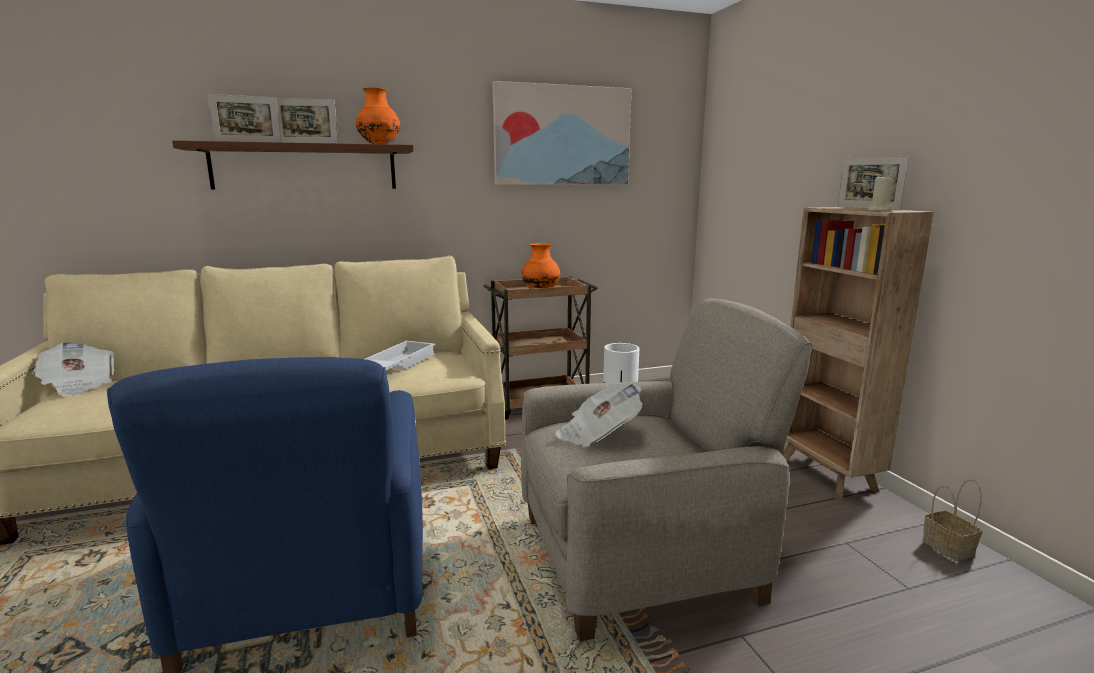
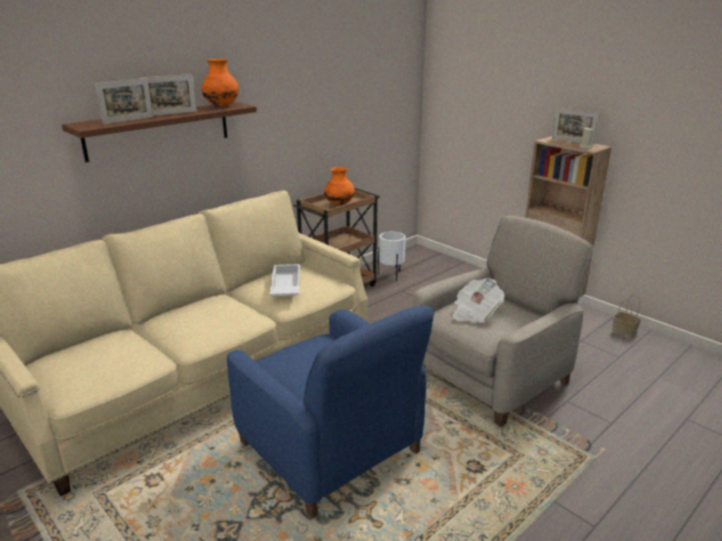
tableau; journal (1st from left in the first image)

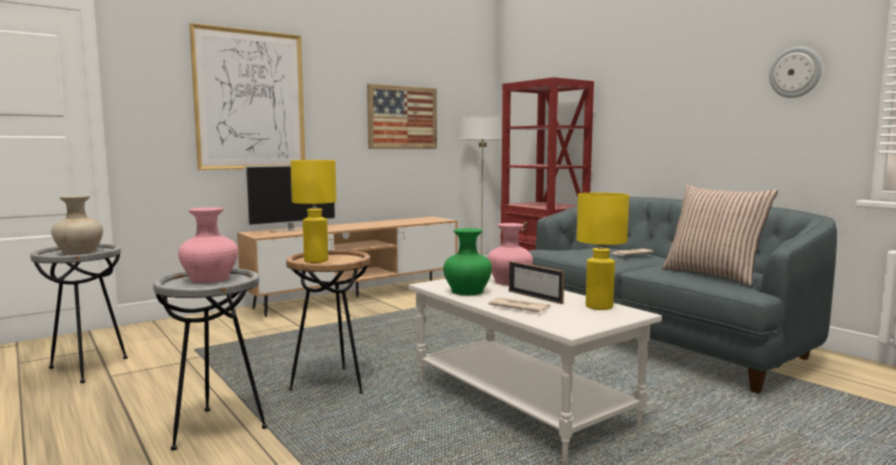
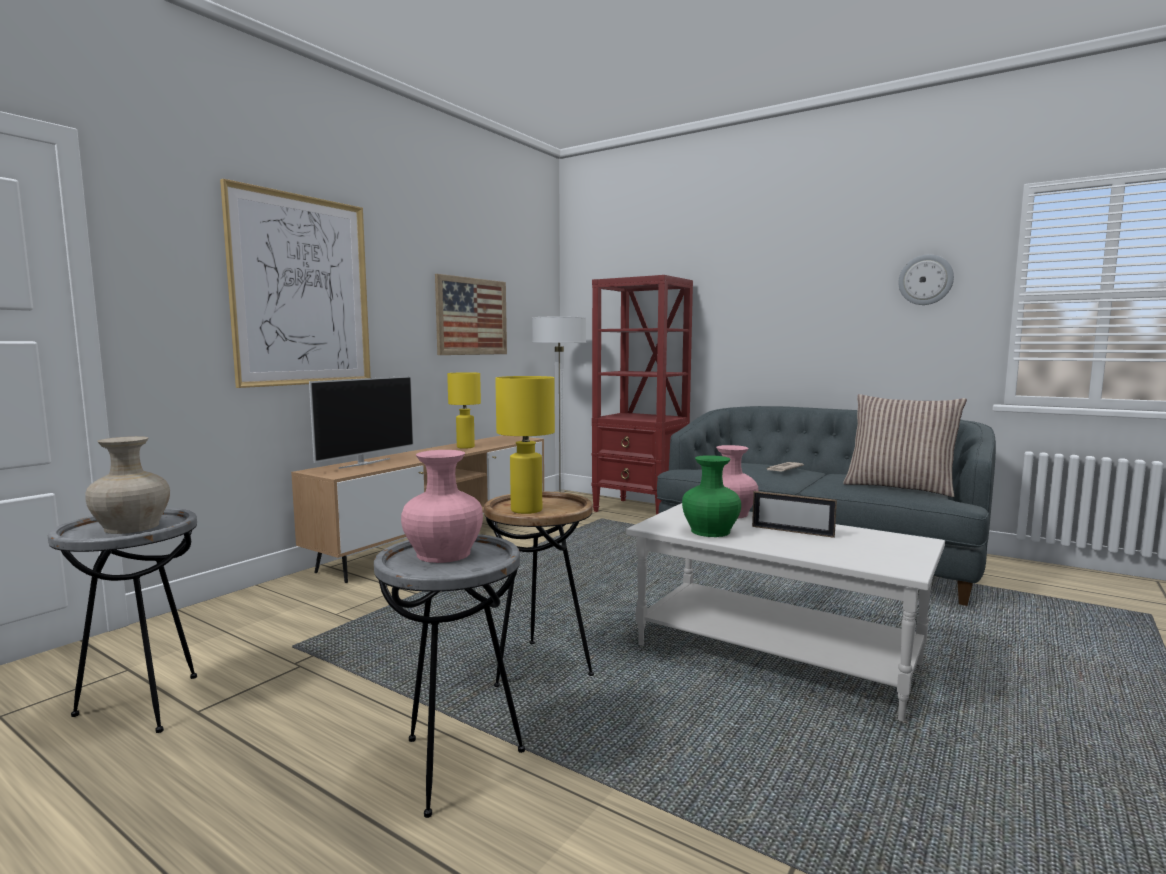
lampe de table (jaune) (1st from left); journal (1st from left in the first image)

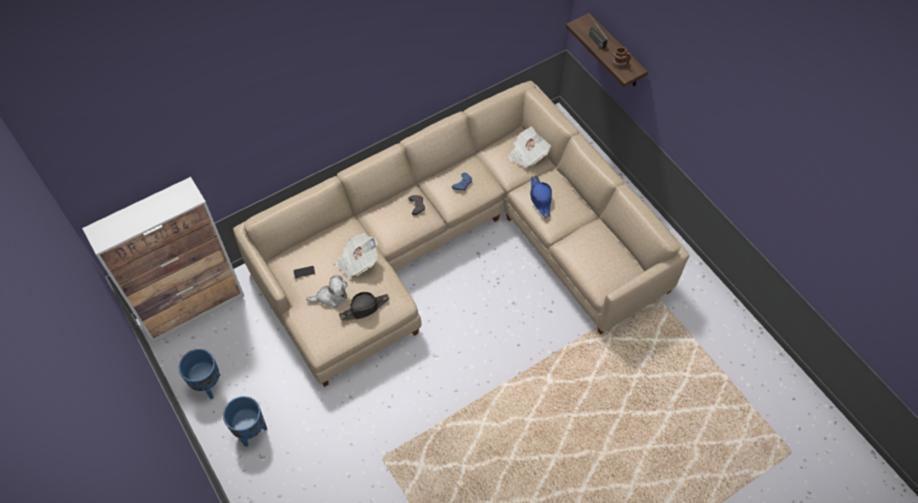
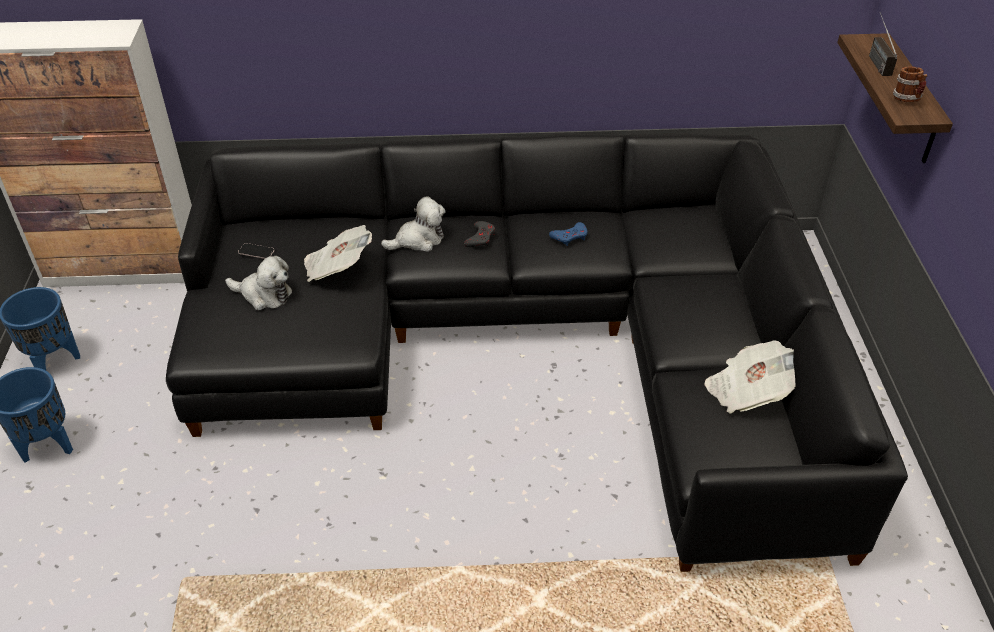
canapé (noir); journal (2nd from left); chapeau (bleu); chapeau (noir); peluche (2nd from left)

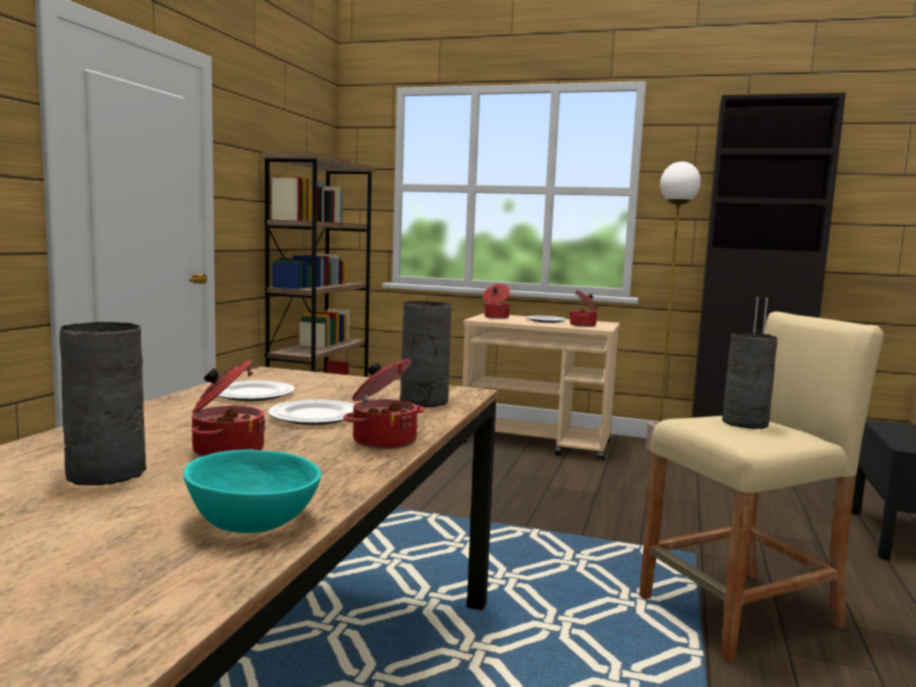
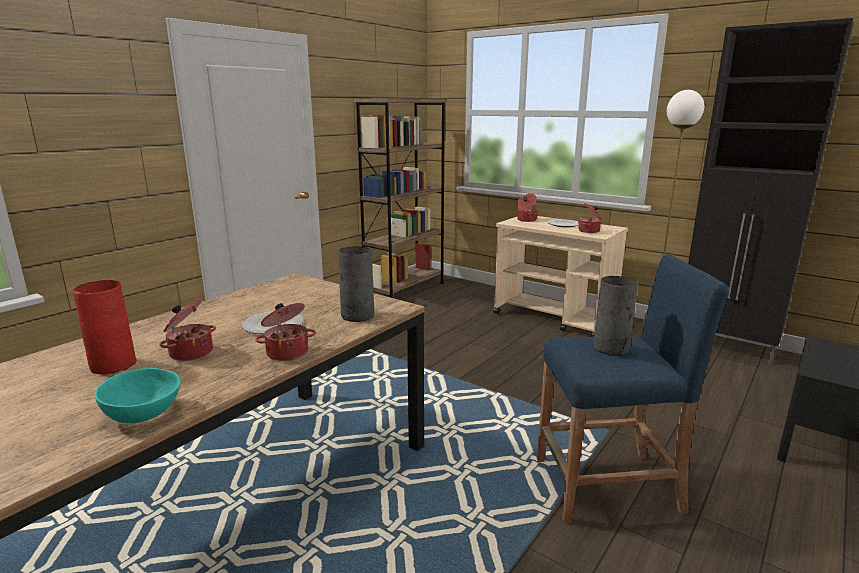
tabouret (bleu); vase (rouge); assiette (1st from left in the first image)

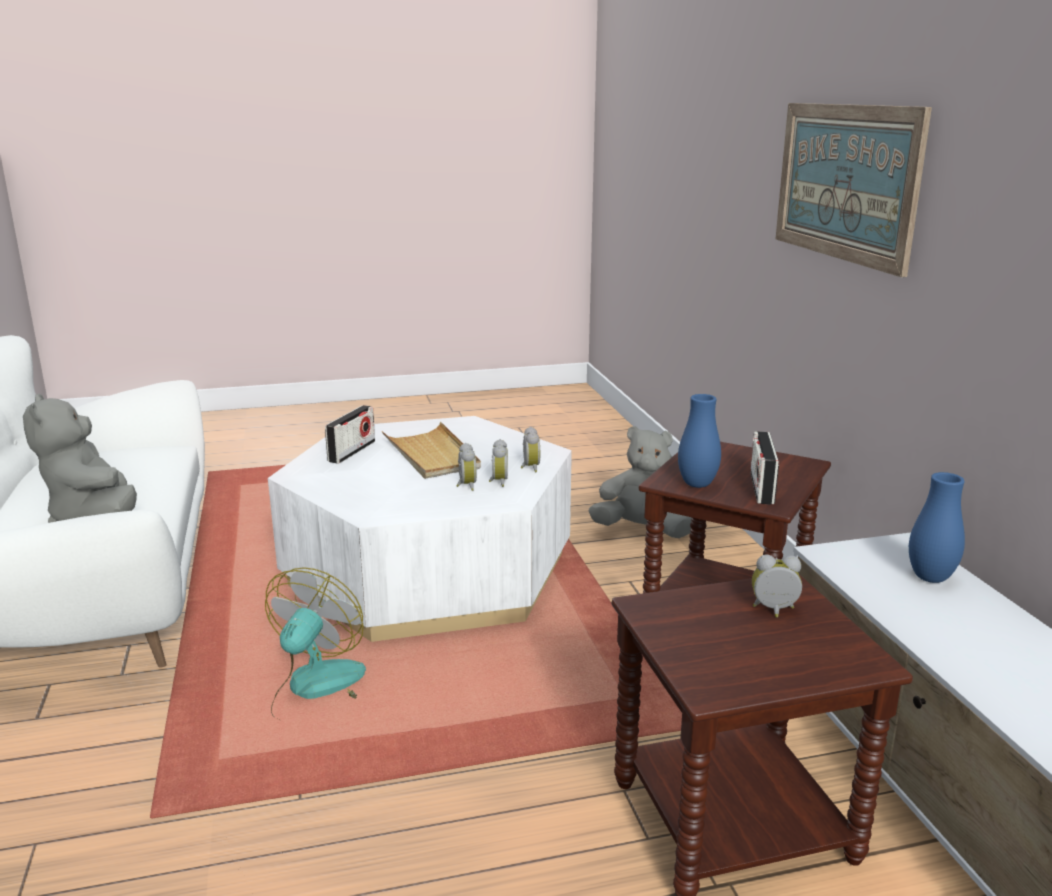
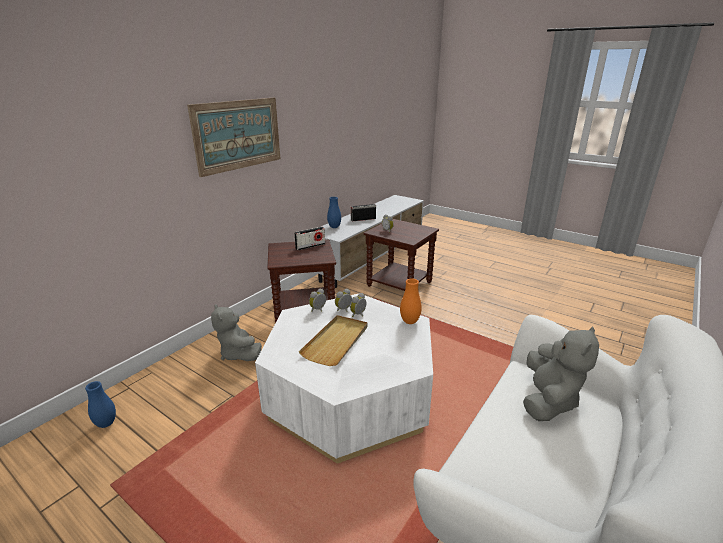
vase (bleu) (1st from left); radio (2nd from left); ventilateur; vase (orange)

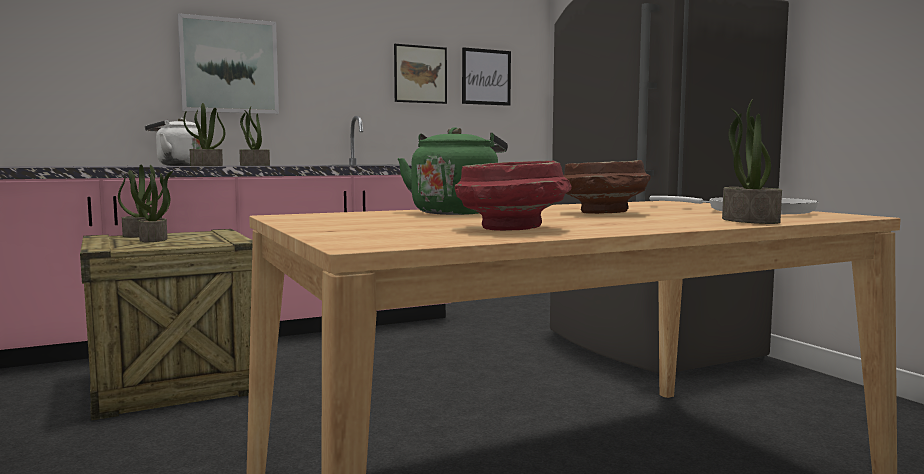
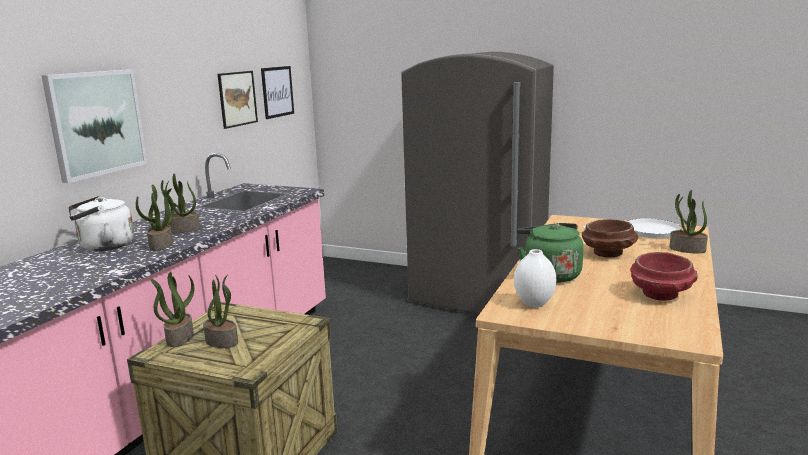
vase (blanc)

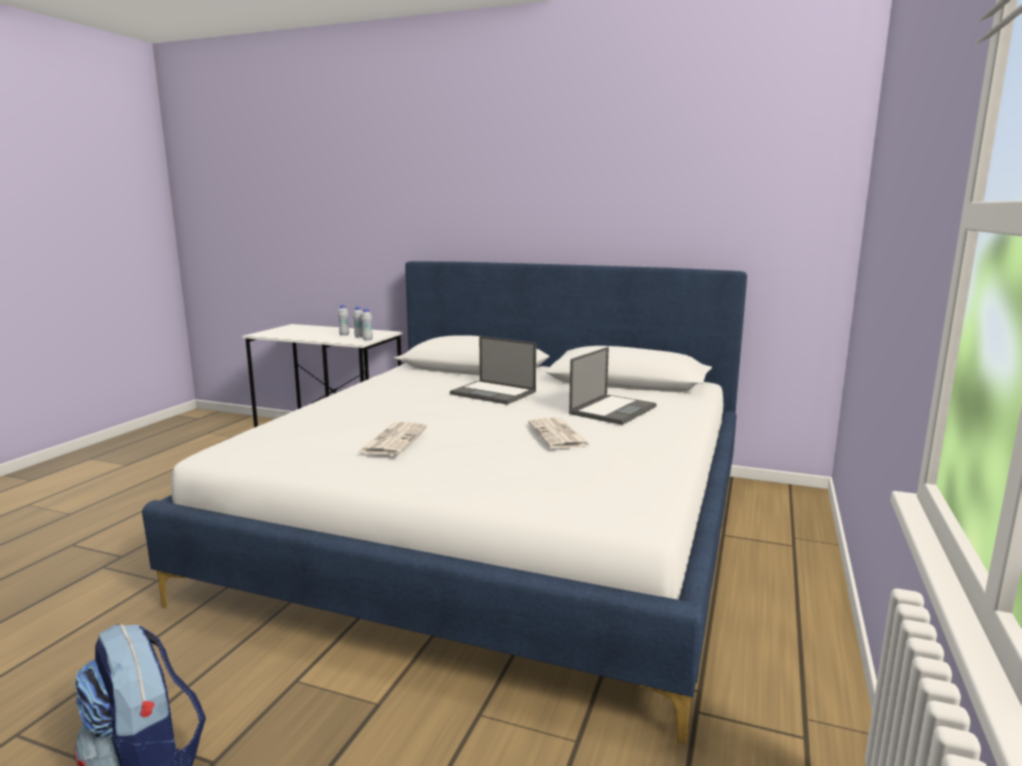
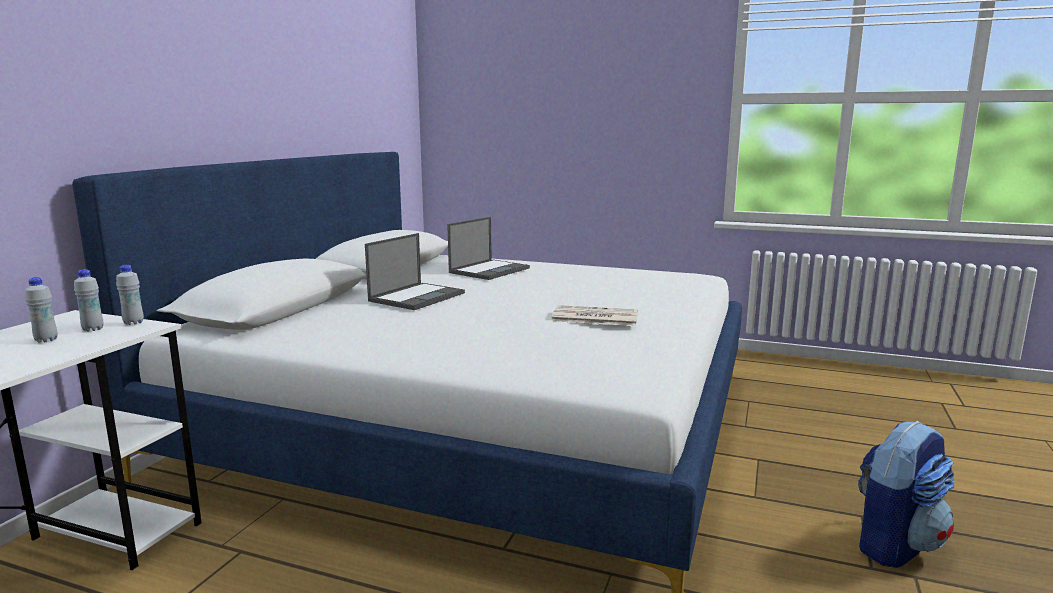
ordinateur portable (2nd from left); journal (2nd from left in the first image)

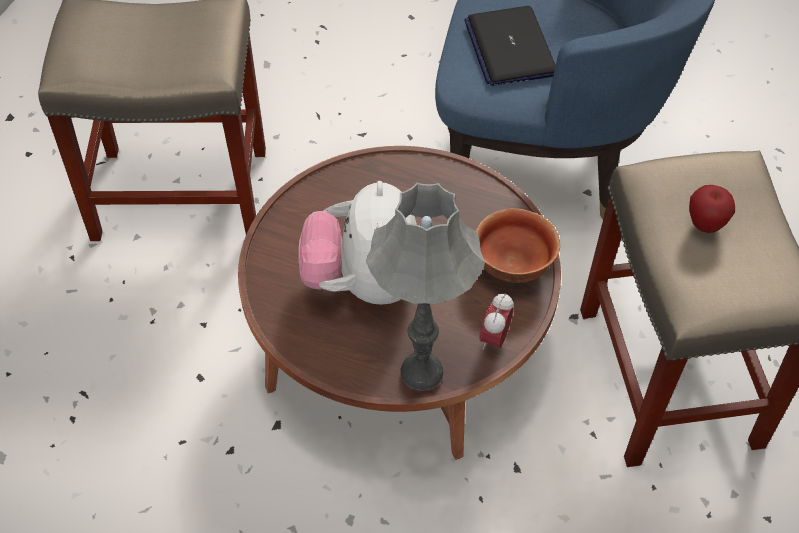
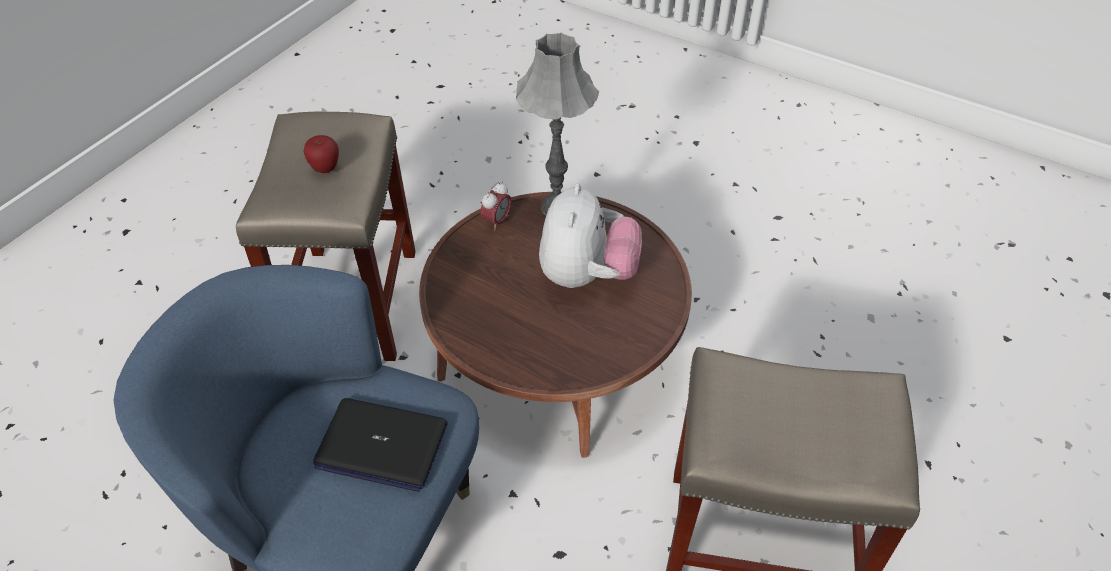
ordinateur portable; bol

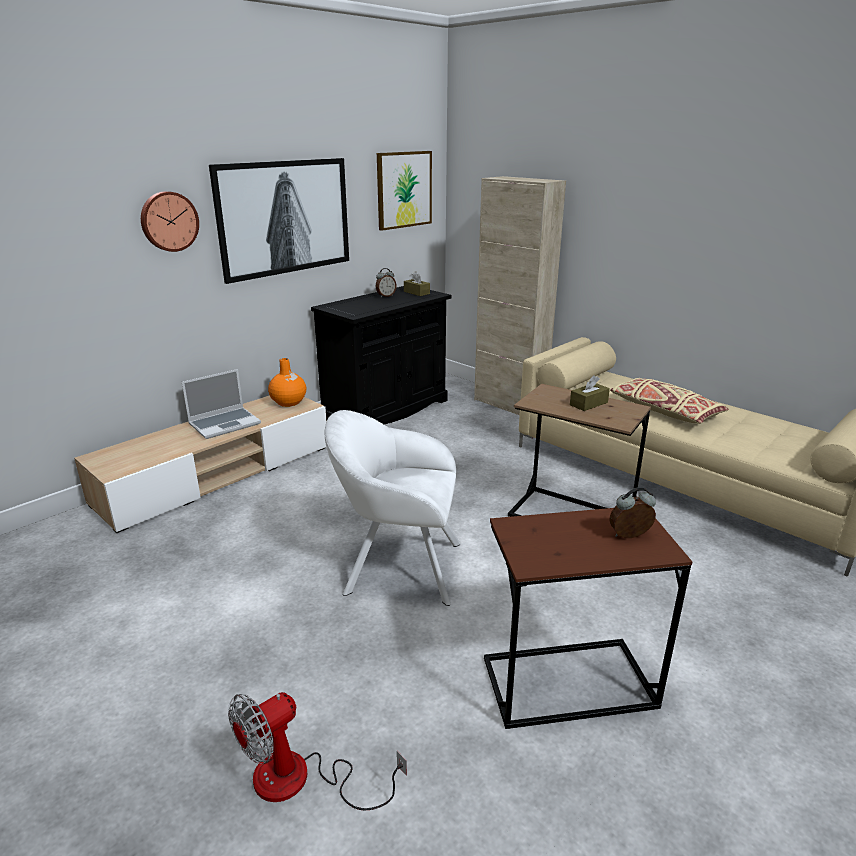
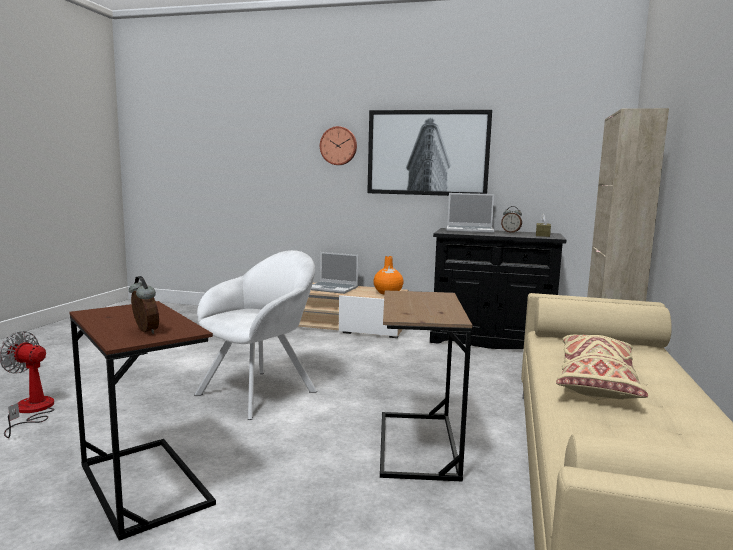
tableau (2nd from left in the first image); boîte à mouchoirs (marron) (2nd from left in the first image); fauteuil (blanc); ordinateur portable (2nd from left)

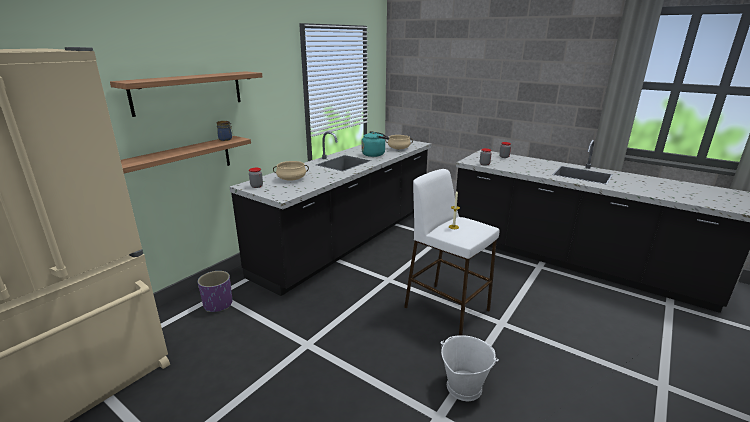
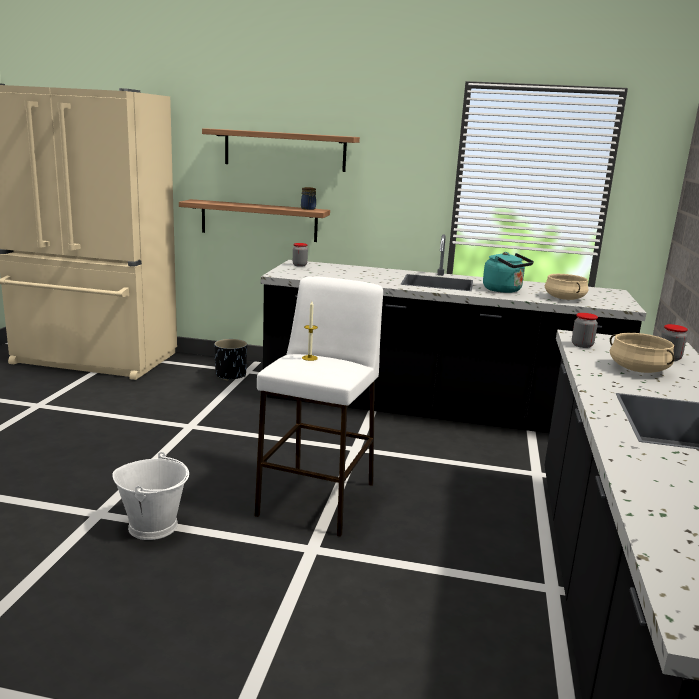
marmite (beige) (2nd from left); cache-pot (noir)

